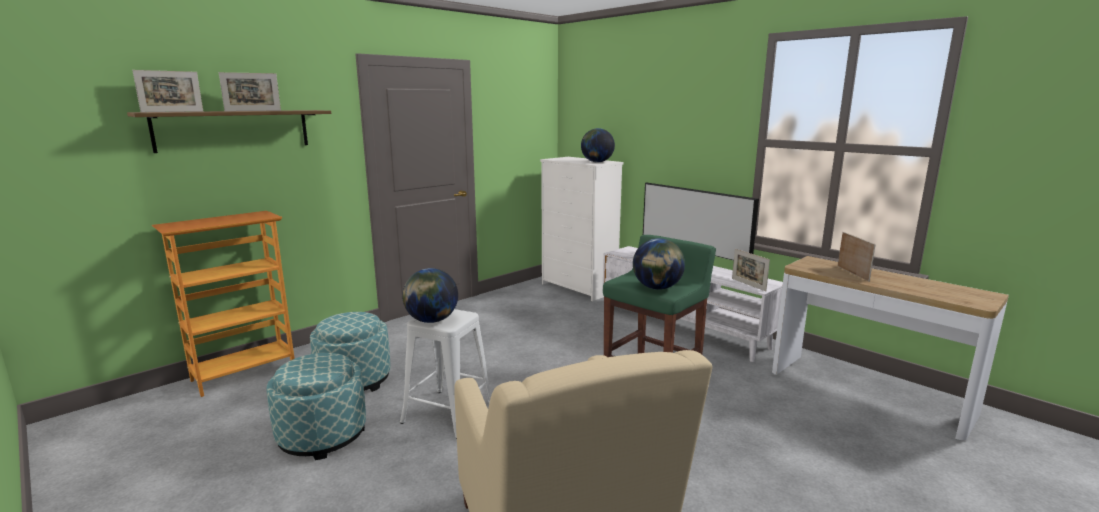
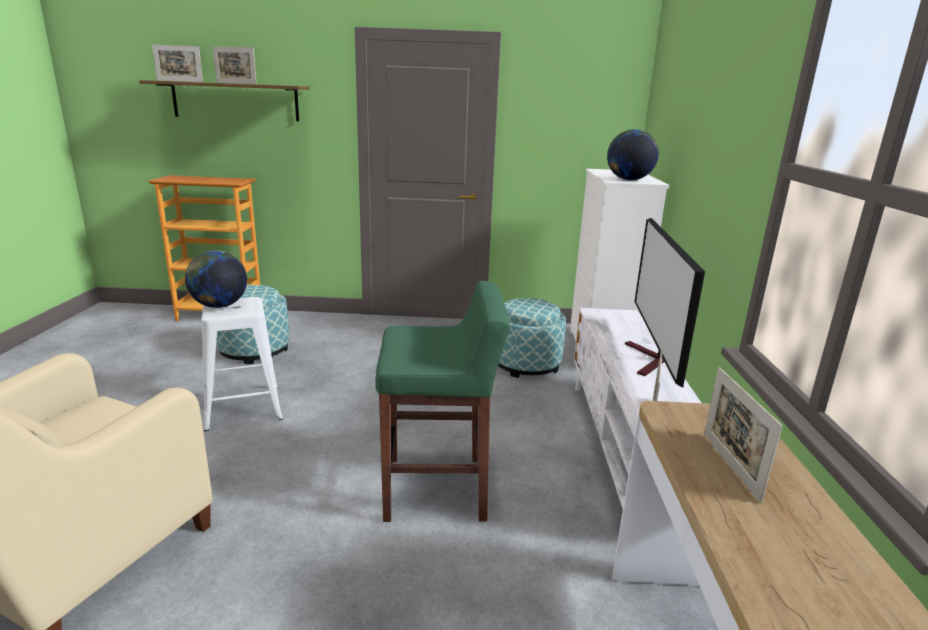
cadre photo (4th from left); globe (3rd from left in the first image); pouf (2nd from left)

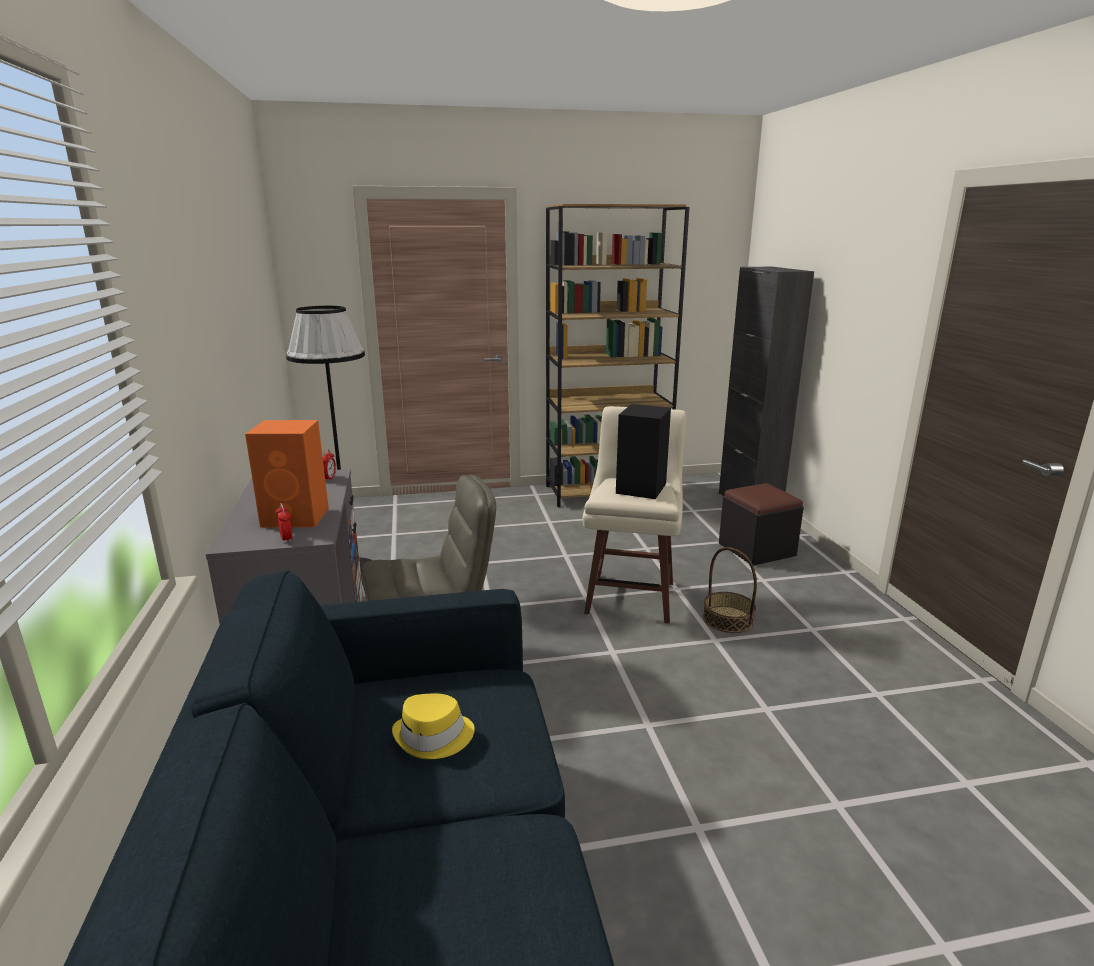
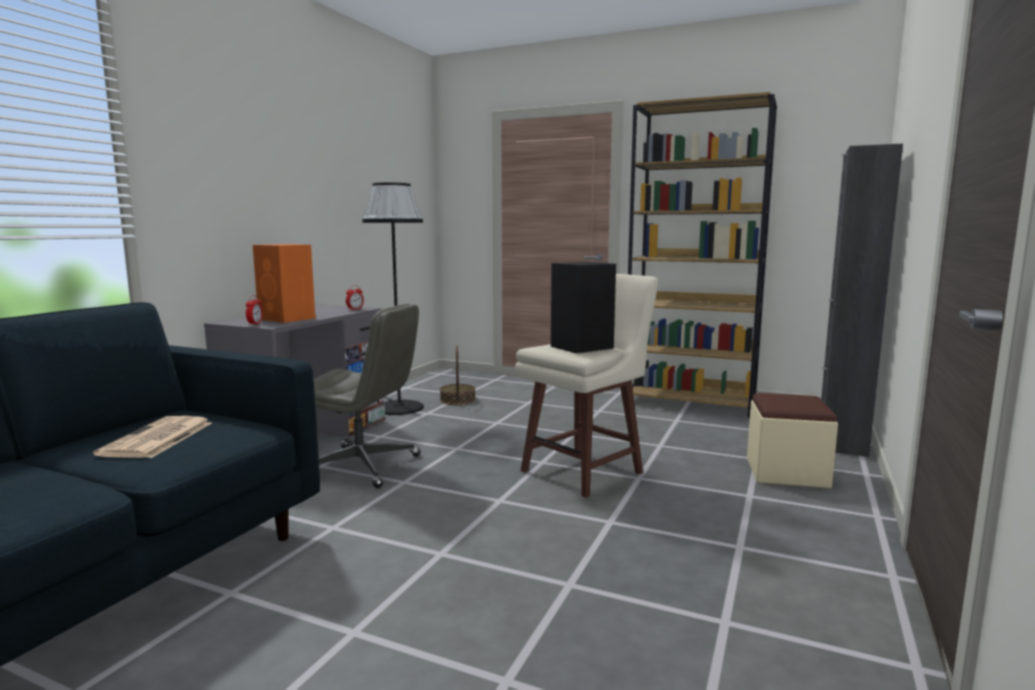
pouf (beige); panier; journal

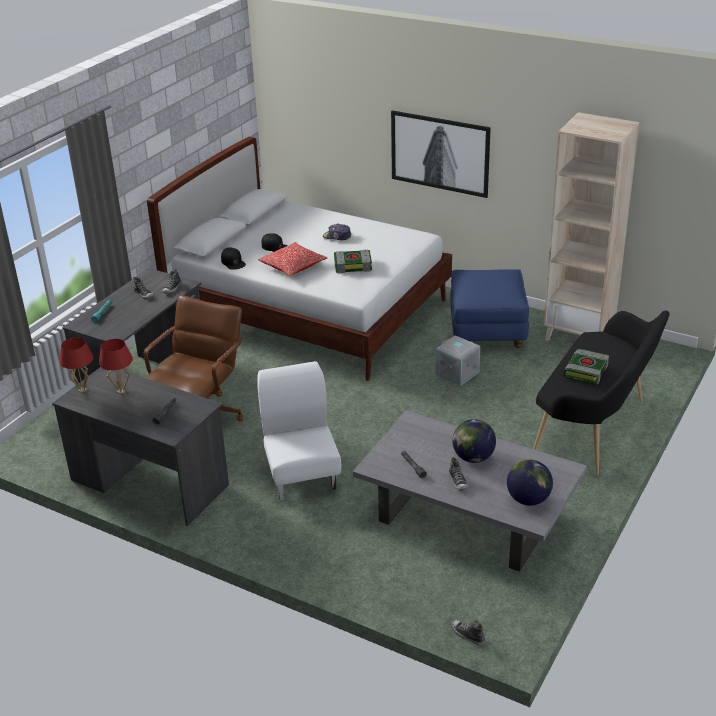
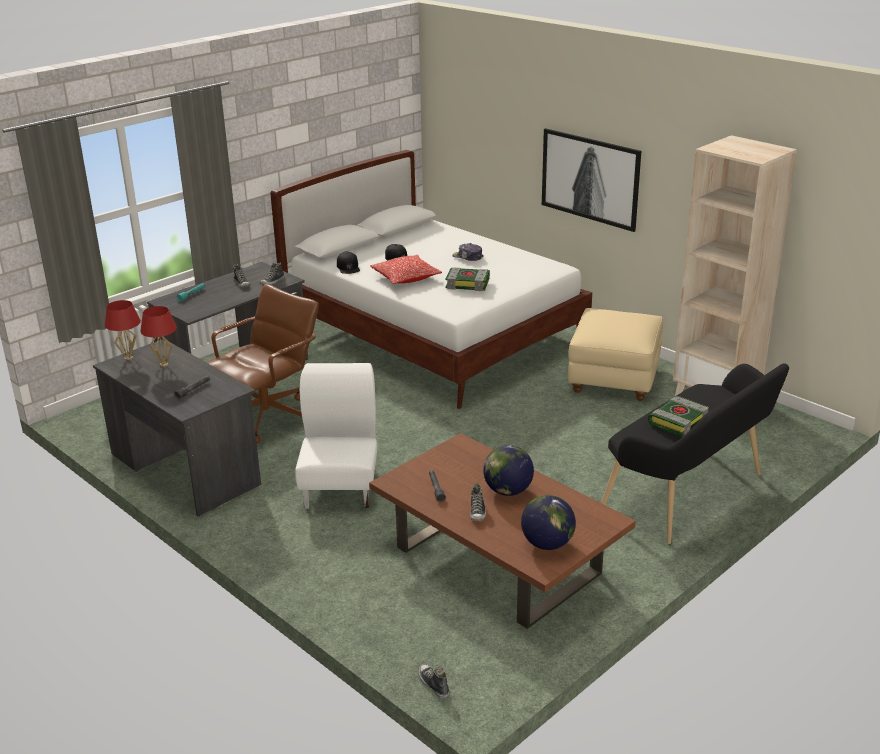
pouf (beige); boîte de rangement (gris); table basse (marron)

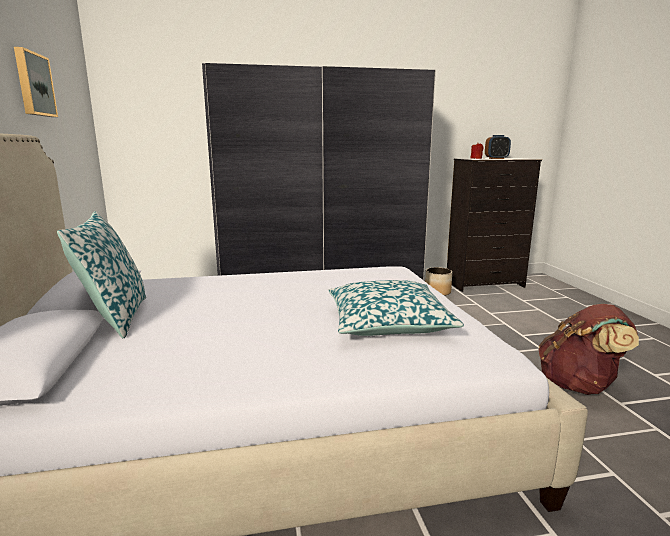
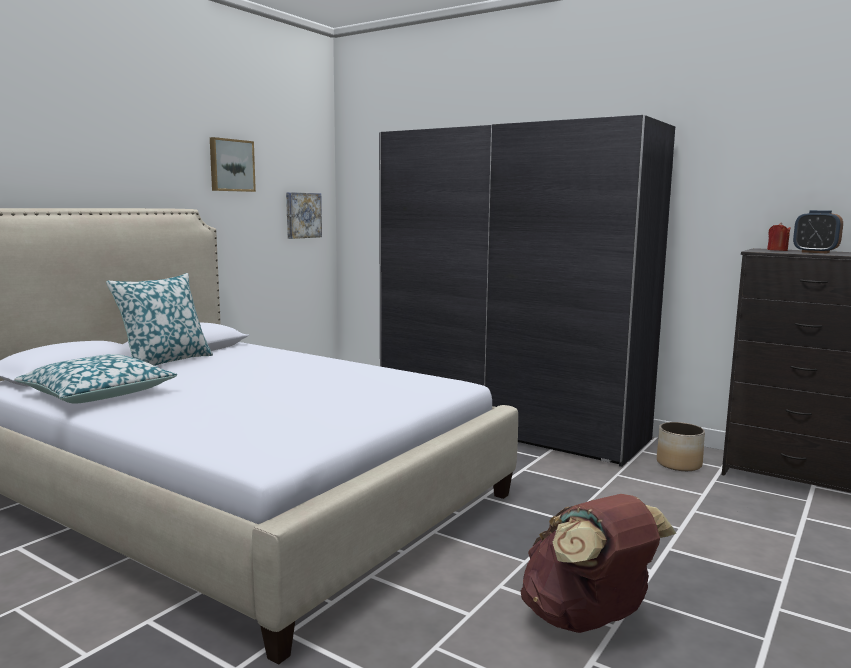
coussin (1st from left); tableau (2nd from left)

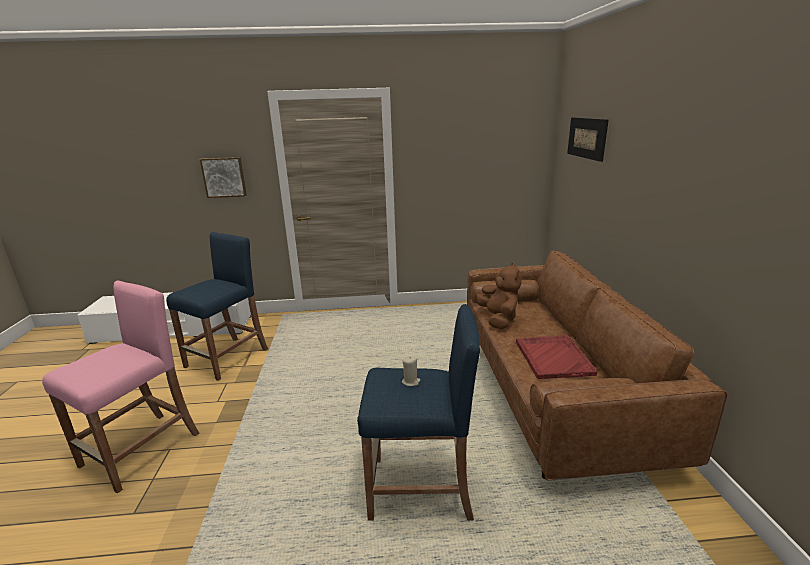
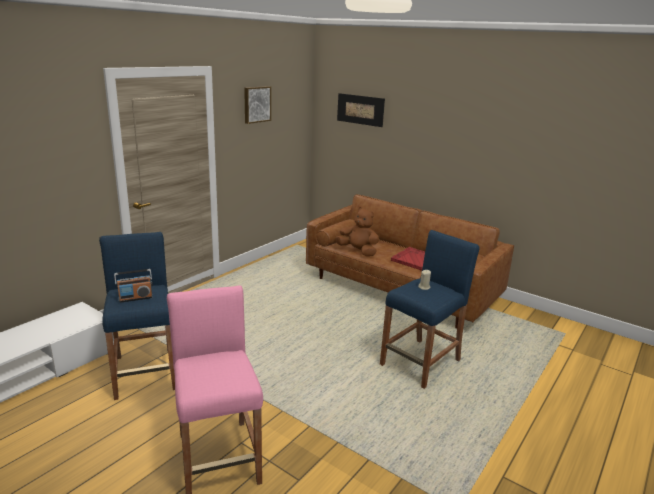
tableau (1st from left); radio

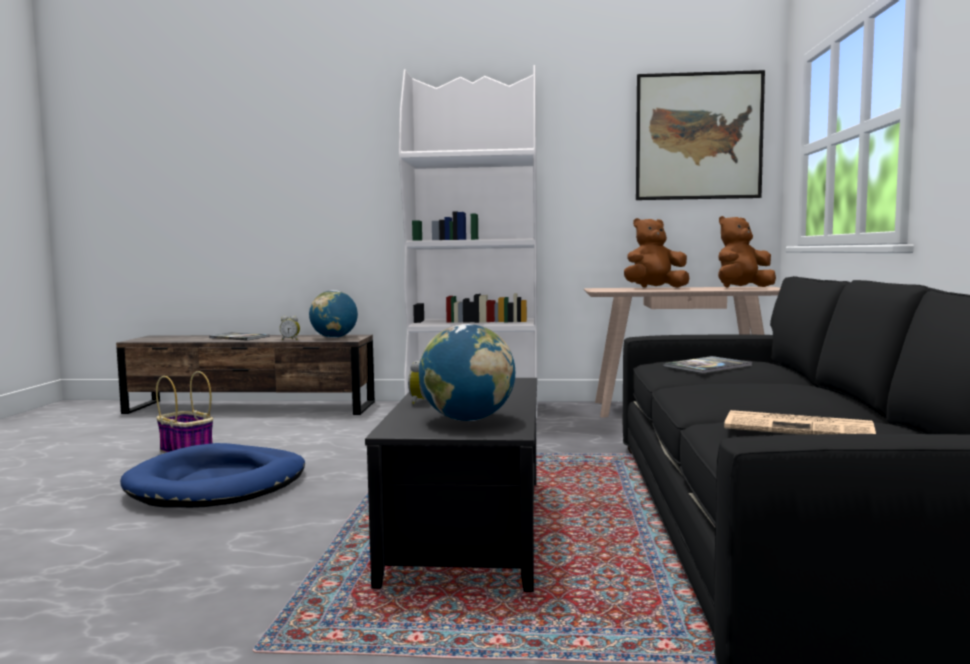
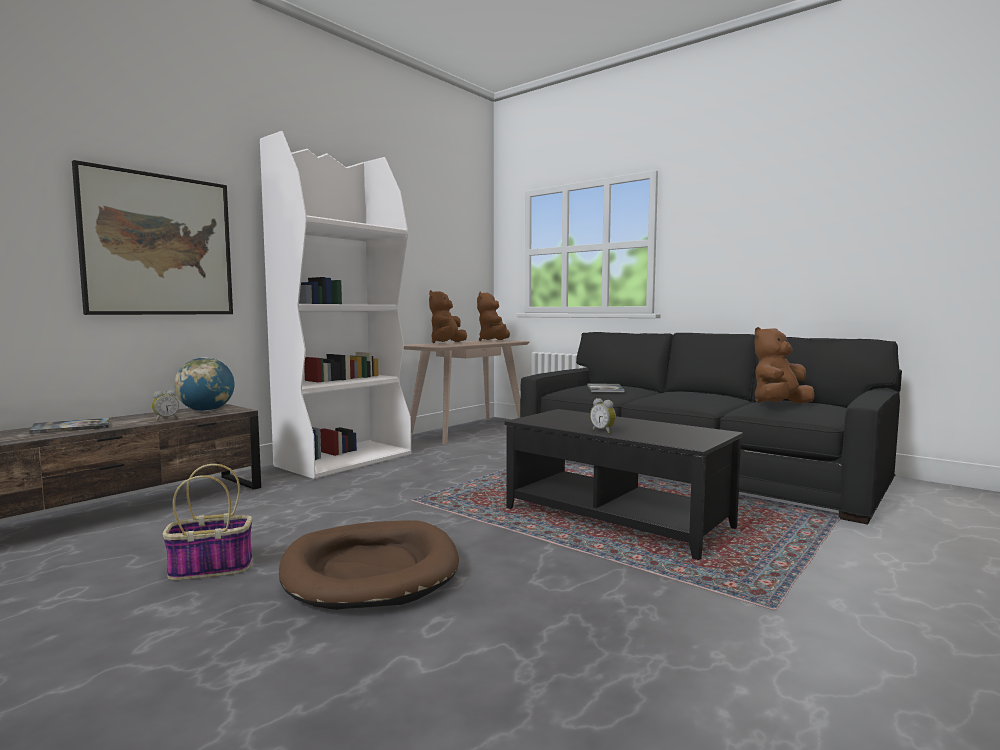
tableau; globe (2nd from left in the first image); peluche (marron) (3rd from left); panier pour chien (marron)

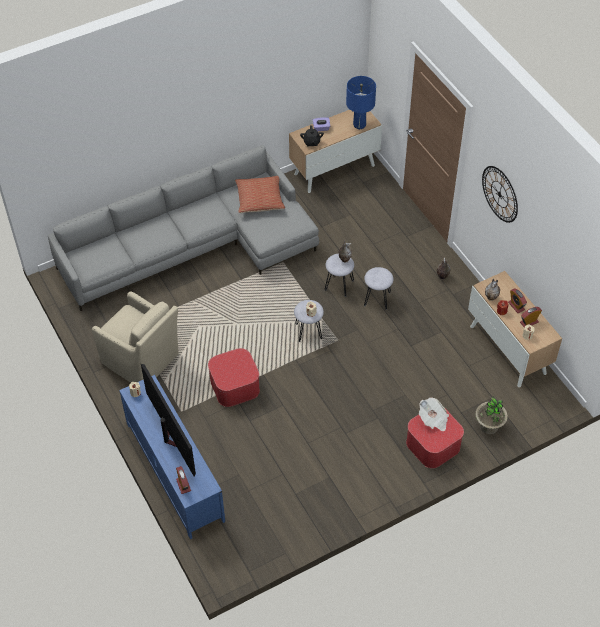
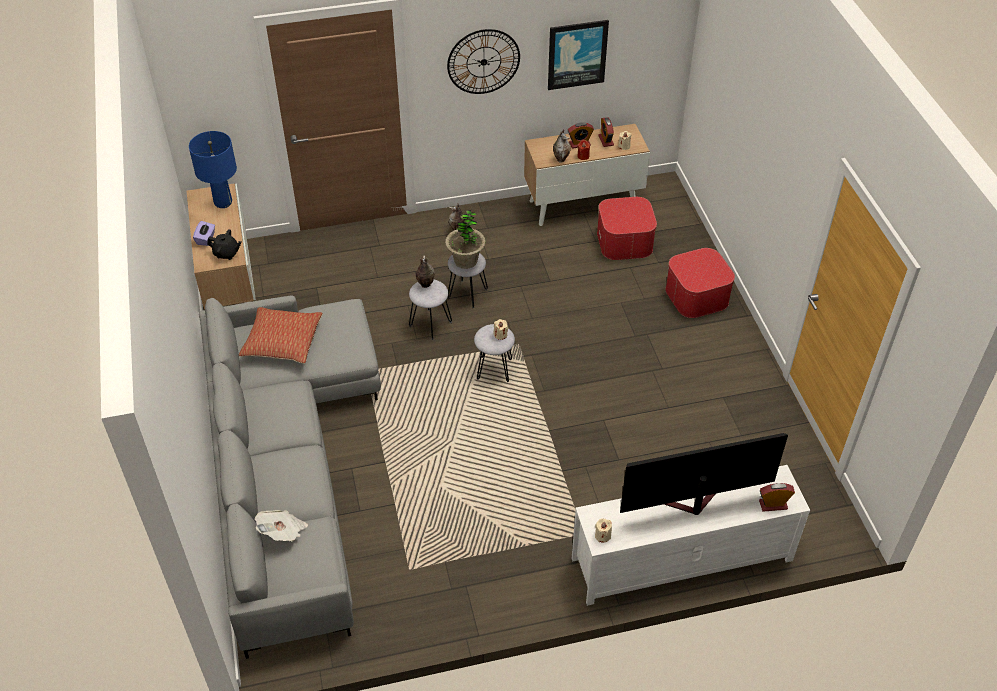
fauteuil (beige); pouf (1st from left); meuble télé (blanc); plante en pot; journal; tableau

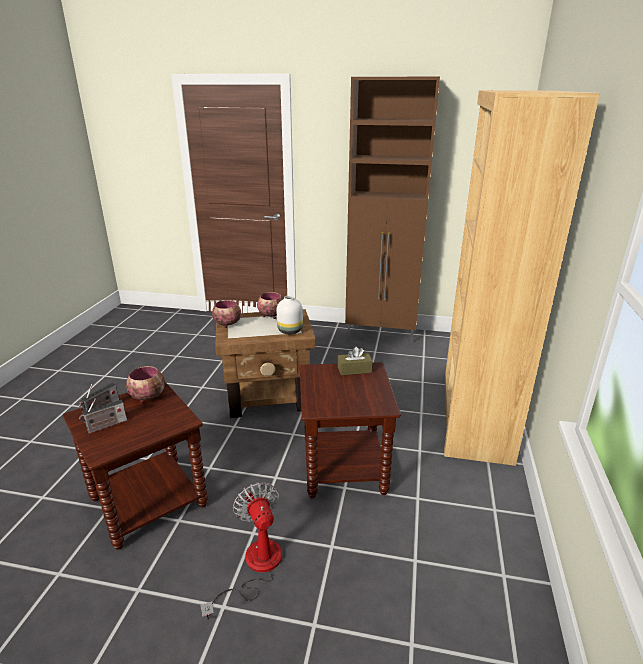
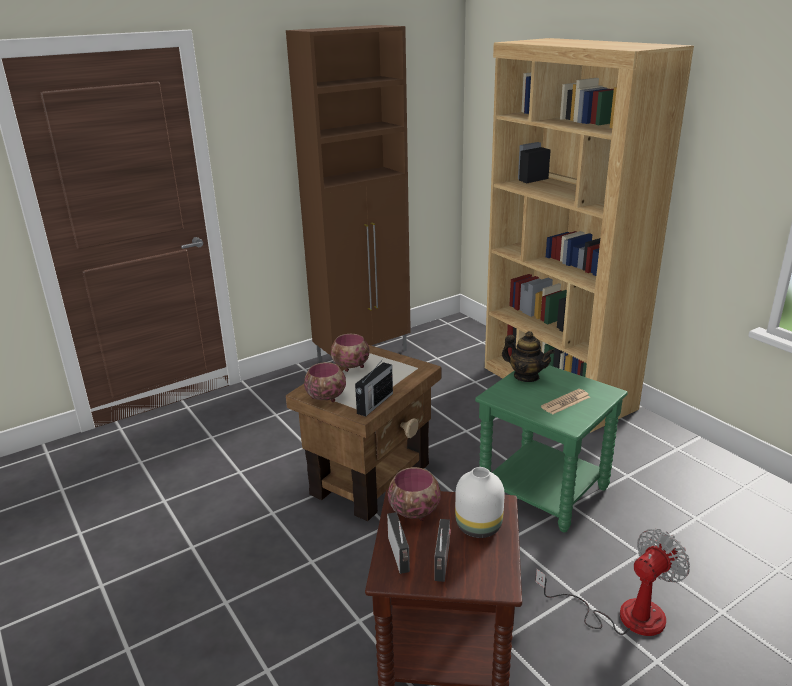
vase (blanc); théière; table d'appoint (vert); ventilateur; radio (1st from left); journal

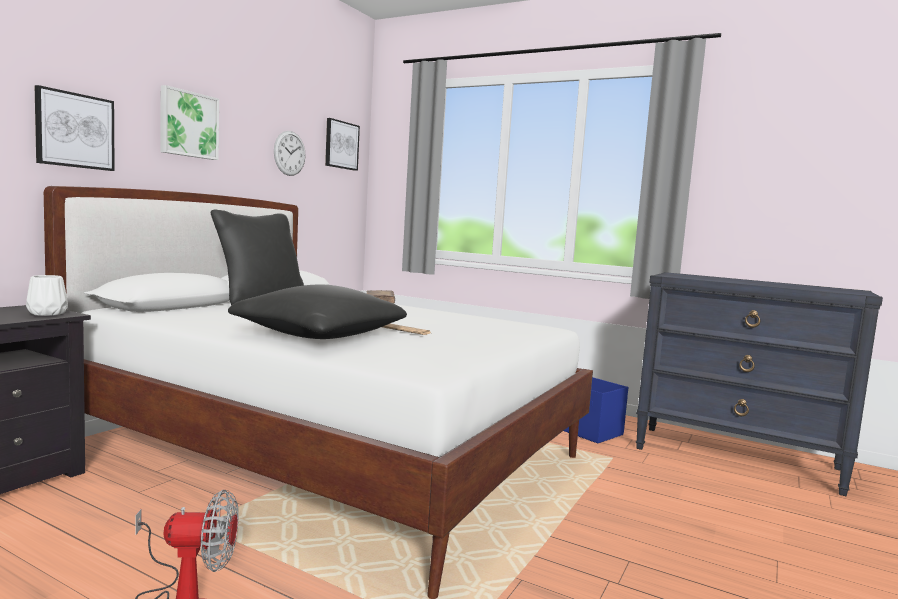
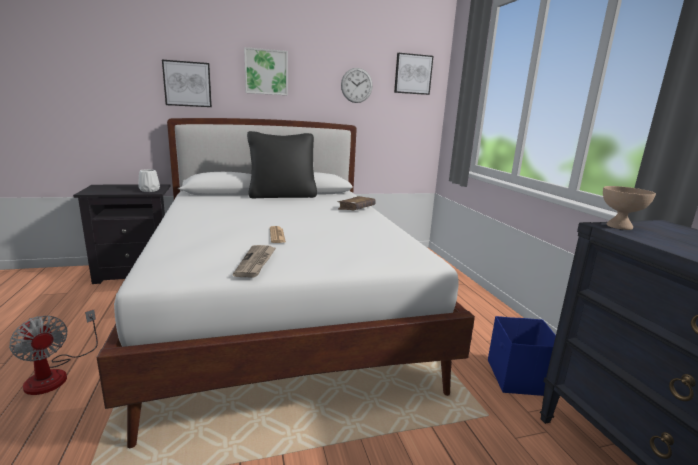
coussin (noir) (2nd from left in the first image); bol (beige); journal (1st from left)

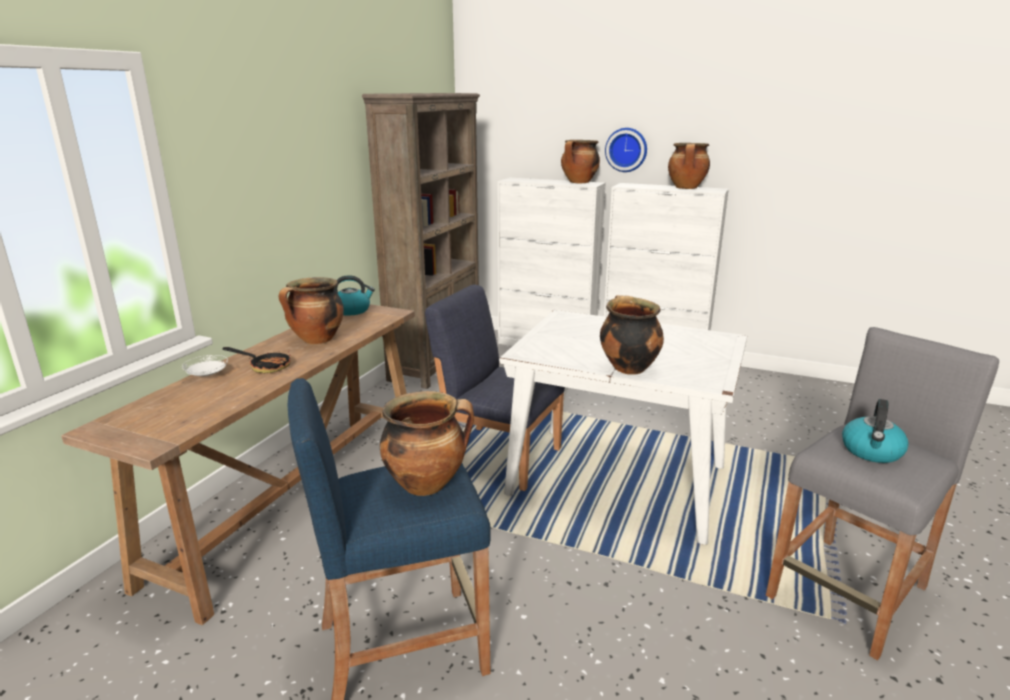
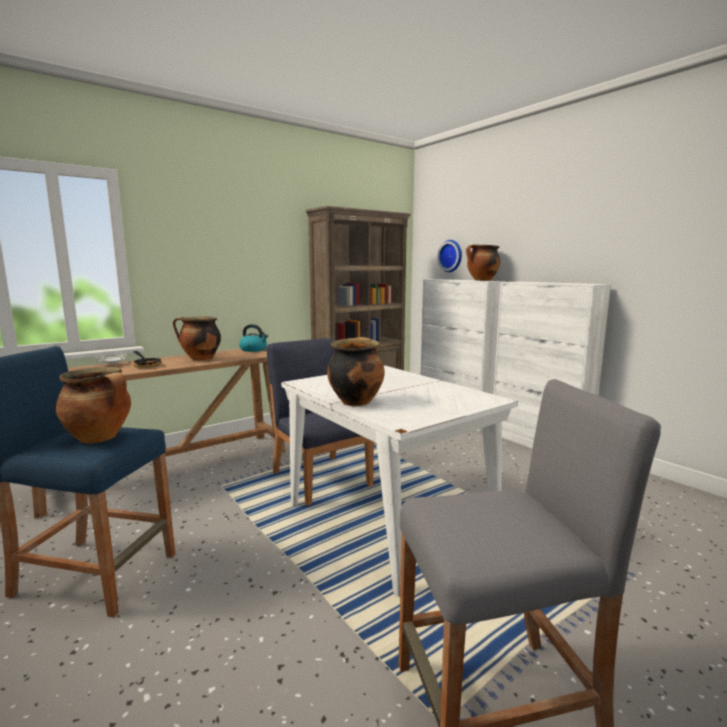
horloge murale; marmite (5th from left in the first image); bouilloire (2nd from left in the first image)

